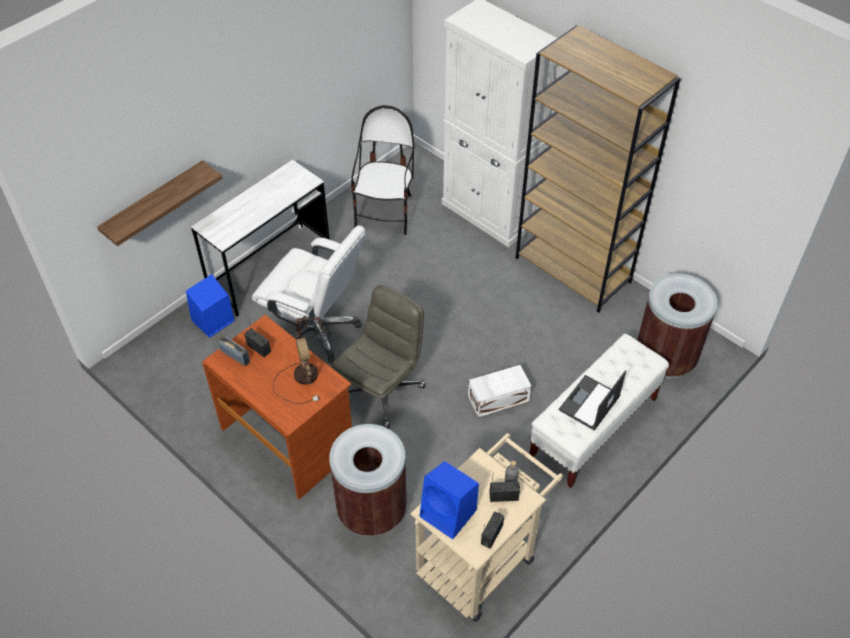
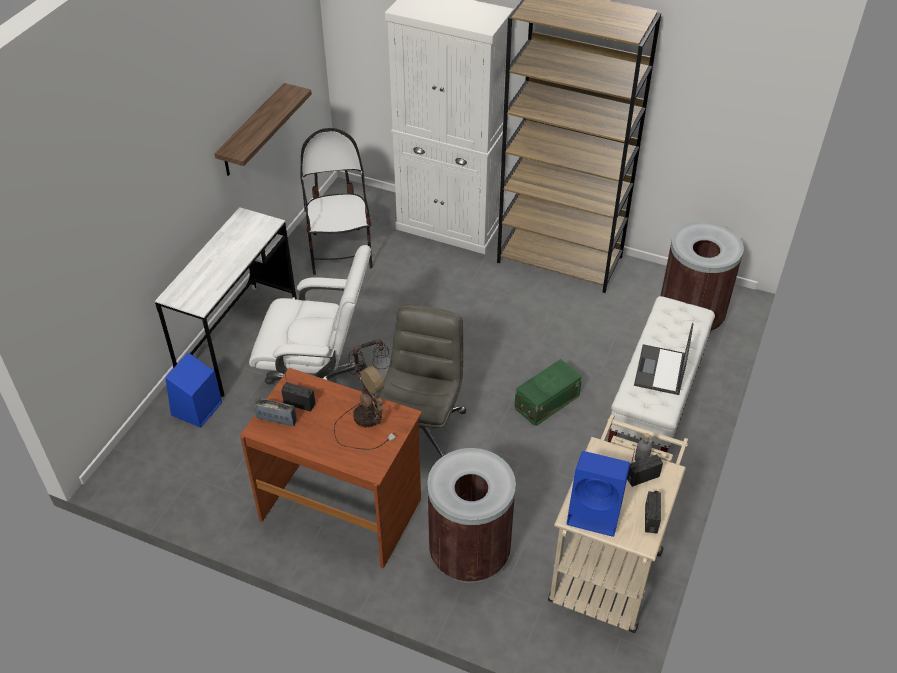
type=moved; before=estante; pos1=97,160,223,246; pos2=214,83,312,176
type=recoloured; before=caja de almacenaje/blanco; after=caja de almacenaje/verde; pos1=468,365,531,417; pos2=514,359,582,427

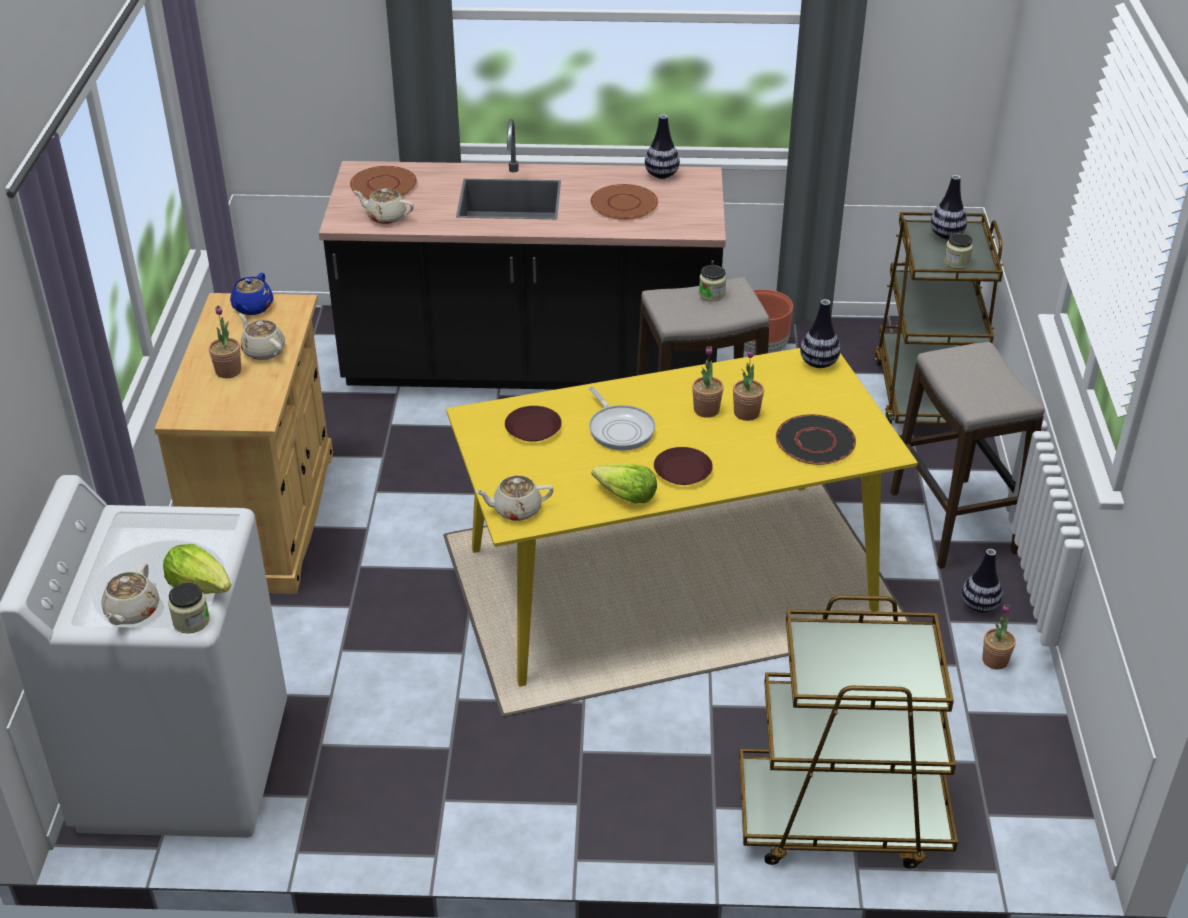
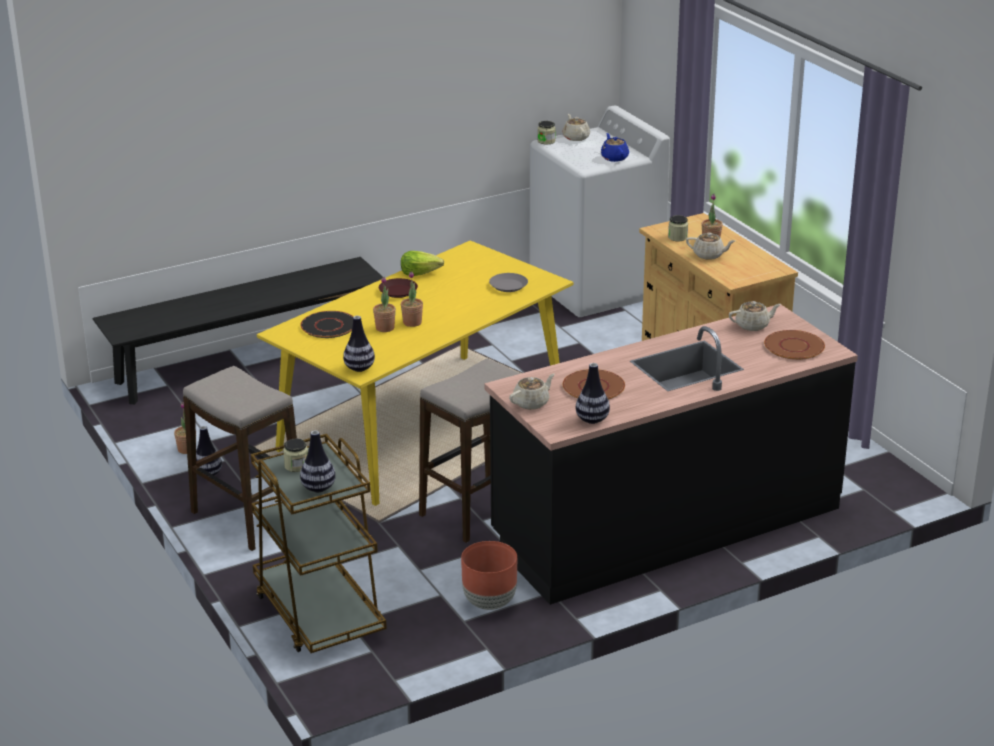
type=removed; before=lechuga; pos1=163,544,231,594
type=moved; before=tetera/azul; pos1=230,273,274,315; pos2=601,133,629,162
type=moved; before=tetera/beis; pos1=475,476,554,521; pos2=509,373,555,410
type=recoloured; before=plato/marrón; after=plato/gris; pos1=505,406,562,442; pos2=489,273,528,292
type=removed; before=sartén; pos1=589,386,655,450
type=moved; before=tarro; pos1=699,265,726,301; pos2=668,215,688,241
type=replaced; before=carrito/marrón; after=banco/negro; pos1=739,595,958,869; pos2=93,257,383,405

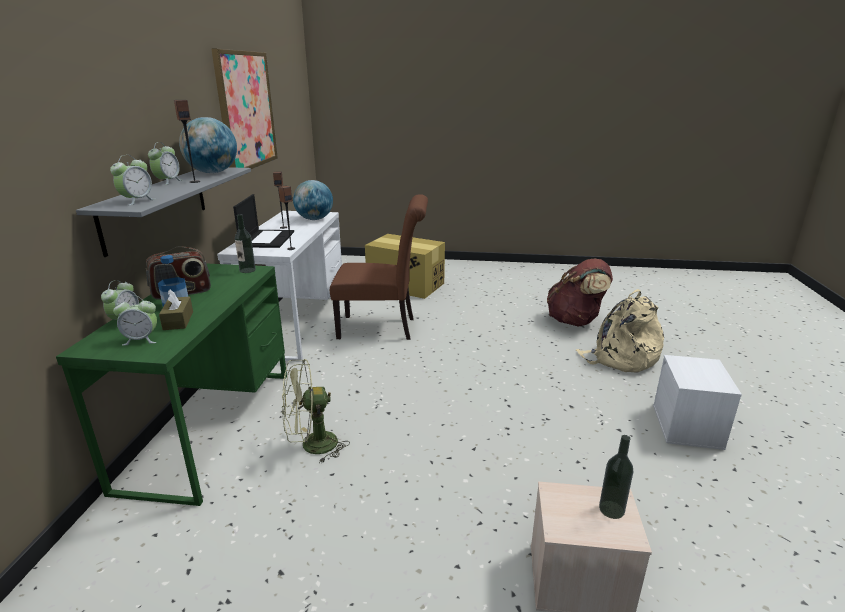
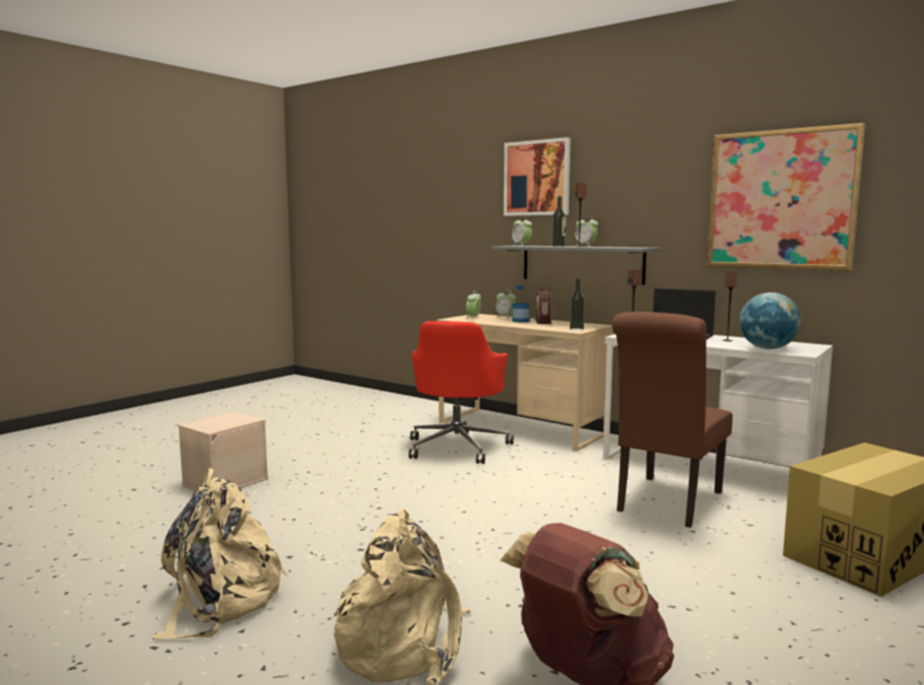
type=recoloured; before=escritorio/verde; after=escritorio/beis; pos1=56,263,287,506; pos2=437,314,614,452
type=removed; before=caja de pañuelos/marrón; pos1=159,289,193,330
type=removed; before=globo terráqueo; pos1=179,117,237,173
type=replaced; before=ventilador/verde; after=silla de oficina/rojo; pos1=282,359,350,464; pos2=409,321,514,464
type=moved; before=botella; pos1=599,435,633,519; pos2=552,196,566,247
type=replaced; before=caja de almacenaje/blanco; after=mochila/beis; pos1=653,355,742,450; pos2=152,468,288,640
type=added; after=cuadro; pos2=504,137,571,216

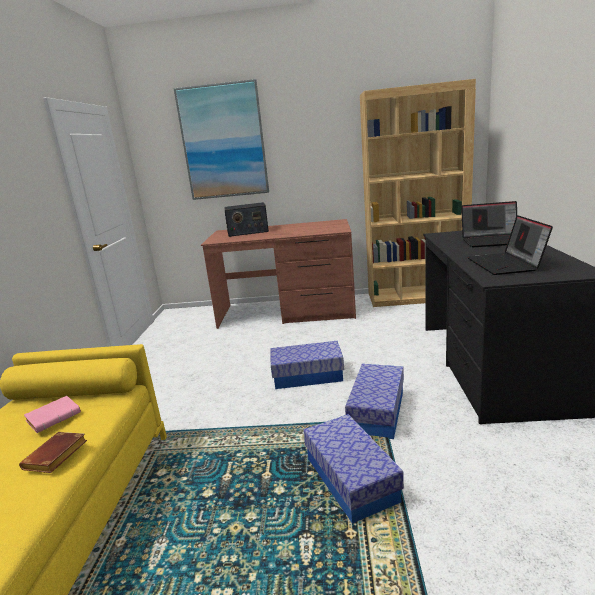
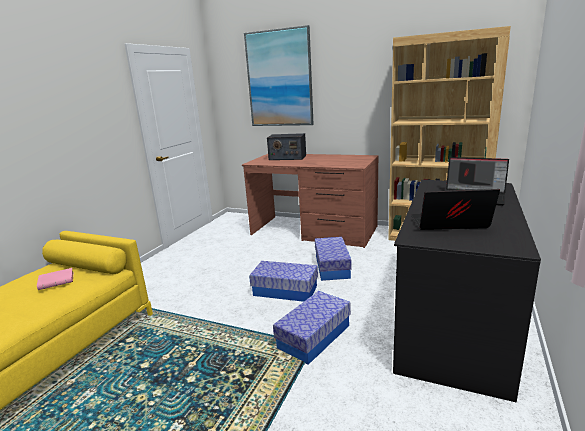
type=removed; before=libro/marrón; pos1=19,432,87,473
type=moved; before=caja de almacenaje; pos1=303,414,404,523; pos2=315,237,352,281
type=turned; before=portátil; pos1=467,215,553,275; pos2=411,189,500,230; turn=75

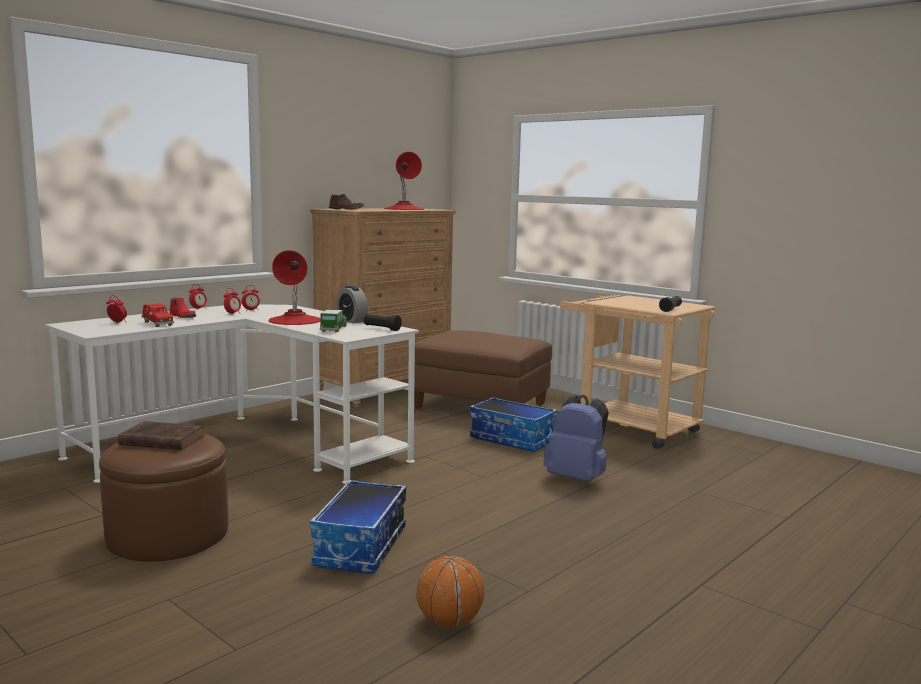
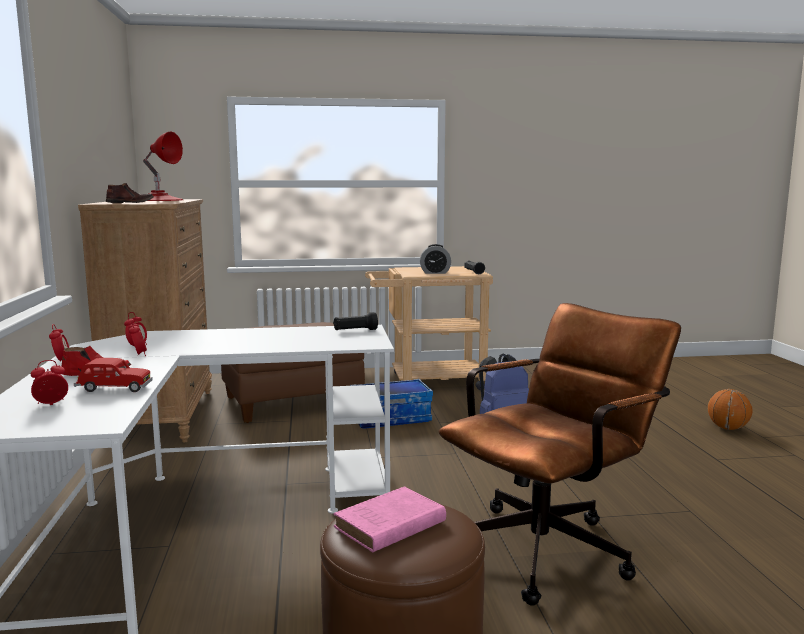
type=recoloured; before=libro/marrón; after=libro/rosa; pos1=118,421,205,450; pos2=334,486,446,552
type=removed; before=lámpara de mesa/rojo; pos1=268,250,321,325
type=replaced; before=caja de almacenaje; after=silla de oficina/marrón; pos1=310,480,406,574; pos2=439,303,681,606
type=removed; before=coche de juguete; pos1=320,310,348,332
type=moved; before=despertador; pos1=336,286,368,323; pos2=420,244,451,274
type=moved; before=balón de baloncesto; pos1=416,556,484,628; pos2=708,389,752,430

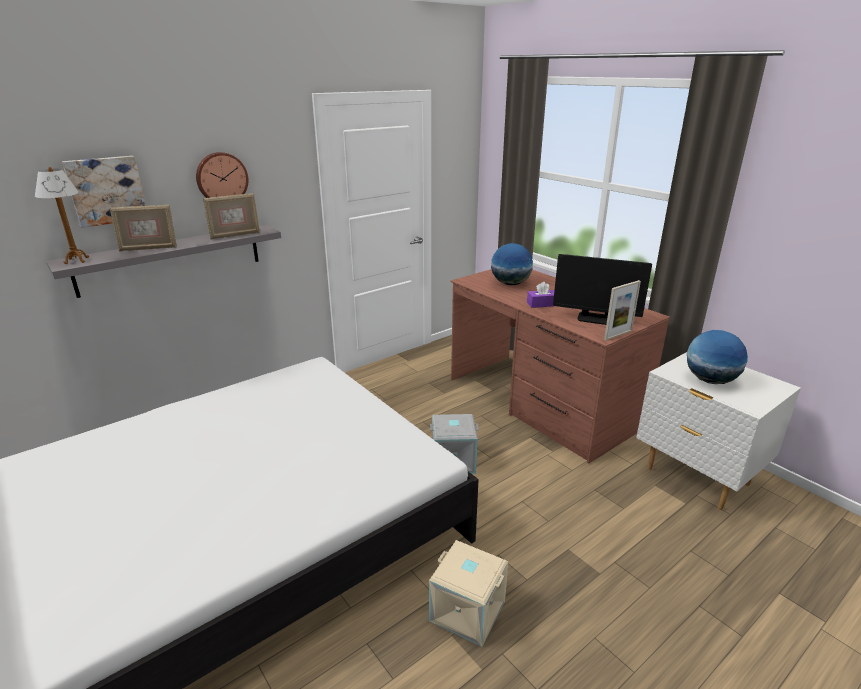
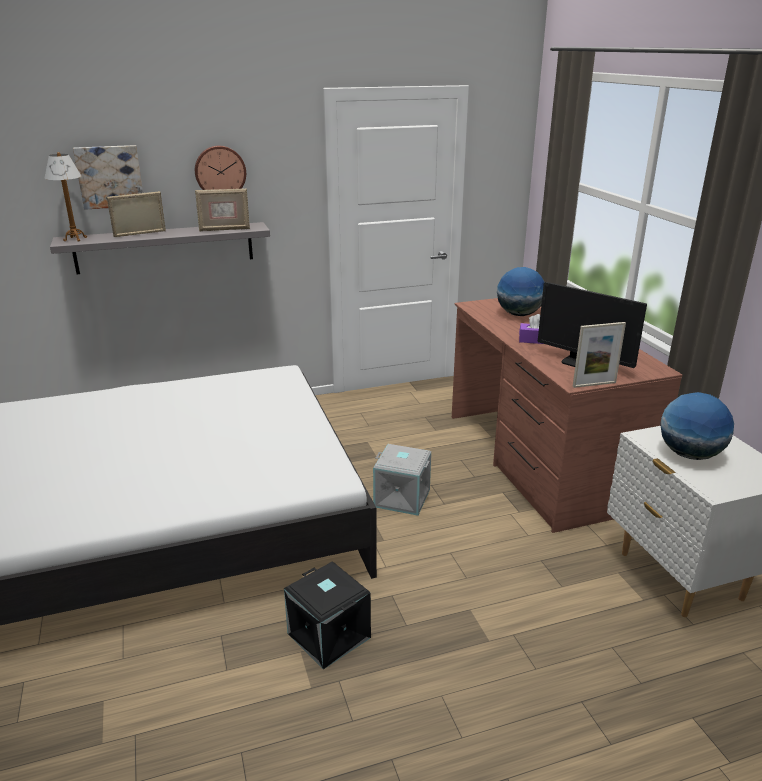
type=turned; before=portarretratos; pos1=110,205,177,252; pos2=107,191,166,237; turn=150
type=recoloured; before=caja de almacenaje/beis; after=caja de almacenaje/negro; pos1=429,540,508,647; pos2=284,561,371,669

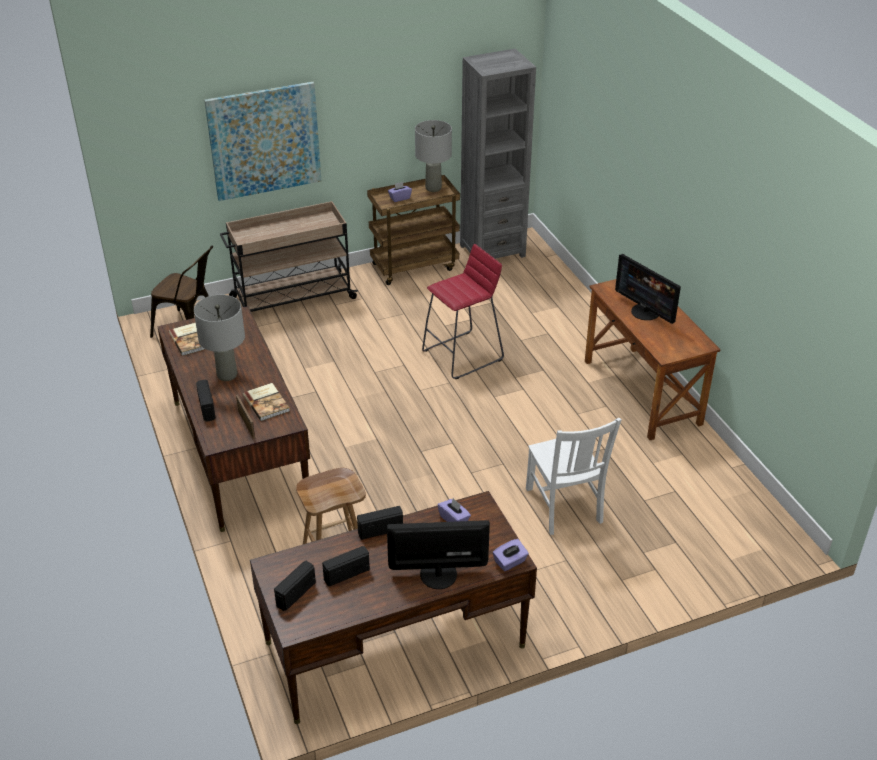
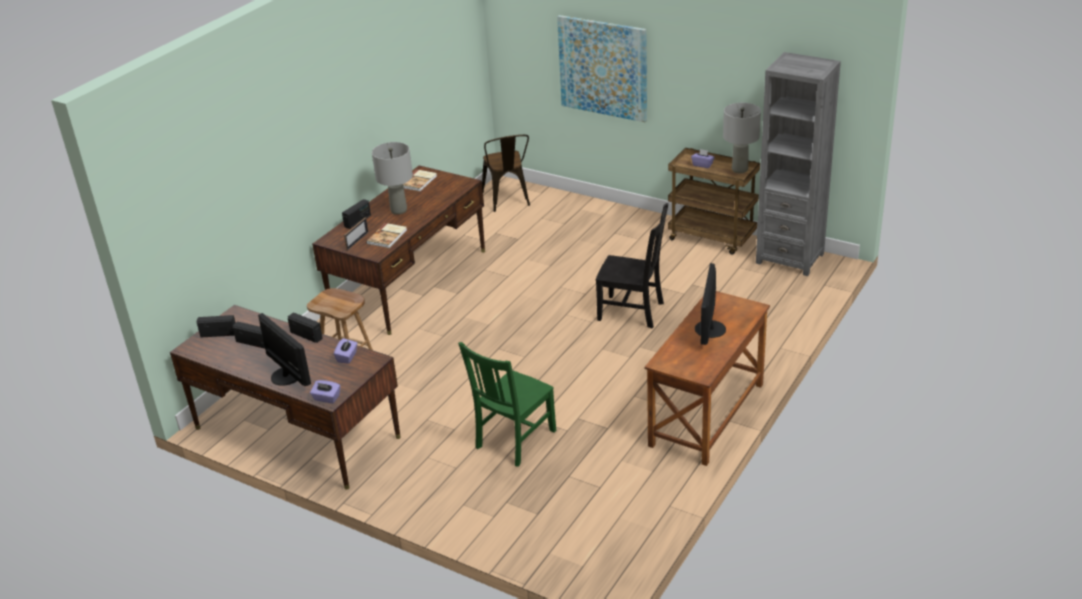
type=removed; before=carrito/beis; pos1=220,201,358,312
type=replaced; before=taburete/rojo; after=silla/negro; pos1=422,244,504,379; pos2=596,203,668,328
type=recoloured; before=silla/blanco; after=silla/verde; pos1=526,418,622,535; pos2=458,342,556,467

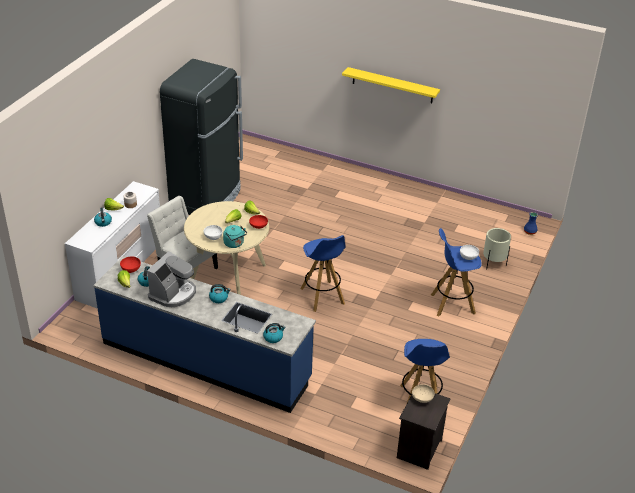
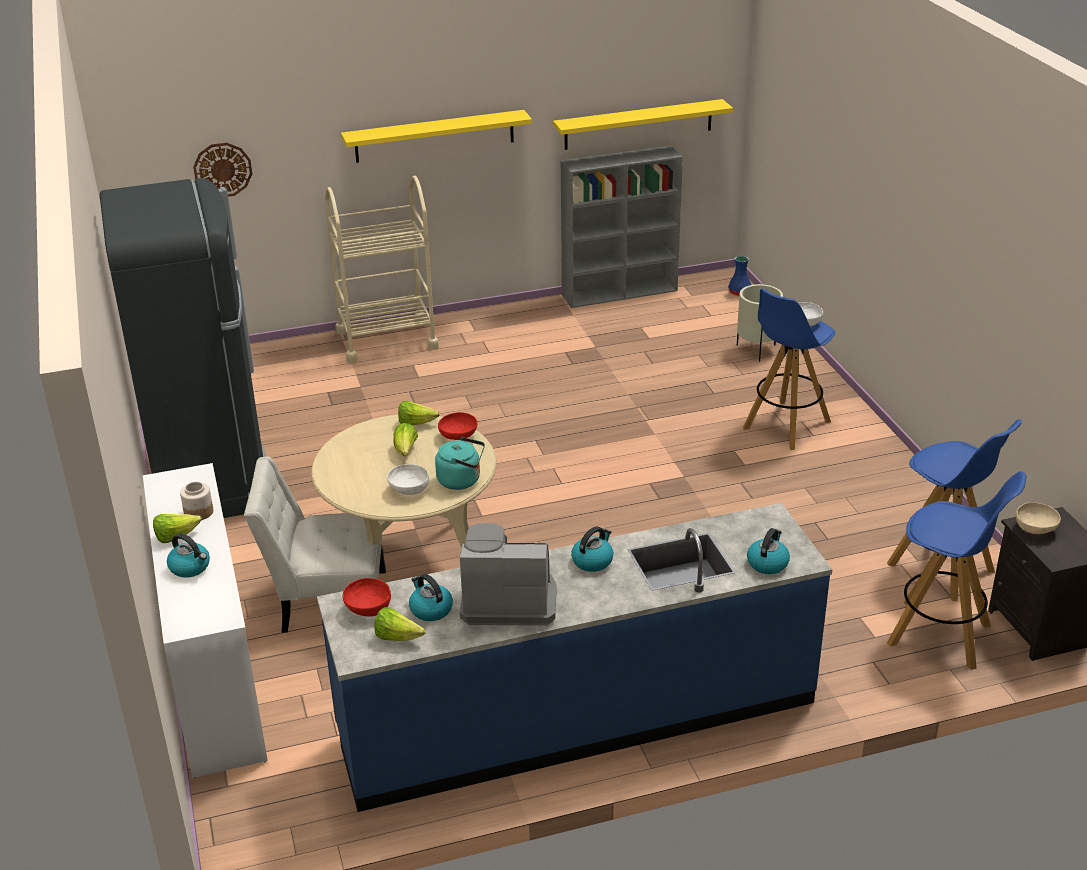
type=turned; before=cafetera; pos1=147,251,196,307; pos2=460,523,557,626; turn=-75
type=moved; before=taburete/azul; pos1=300,235,346,312; pos2=887,471,1026,670
type=added; after=reloj de pared; pos2=193,143,252,197
type=added; after=carrito/beis; pos2=325,176,439,363
type=added; after=estante/amarillo; pos2=553,99,733,150
type=added; after=estantería/gris; pos2=561,146,683,308

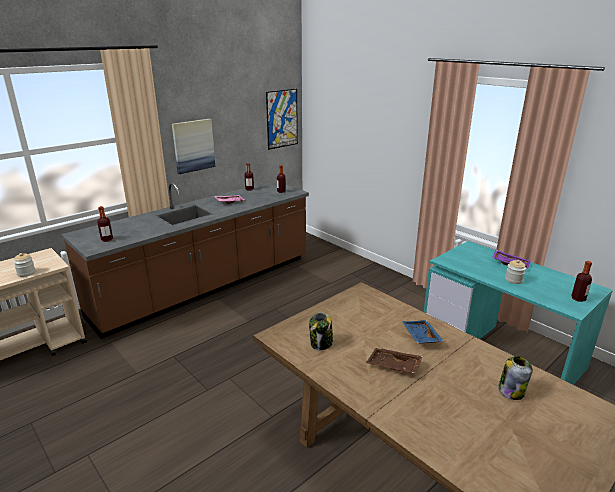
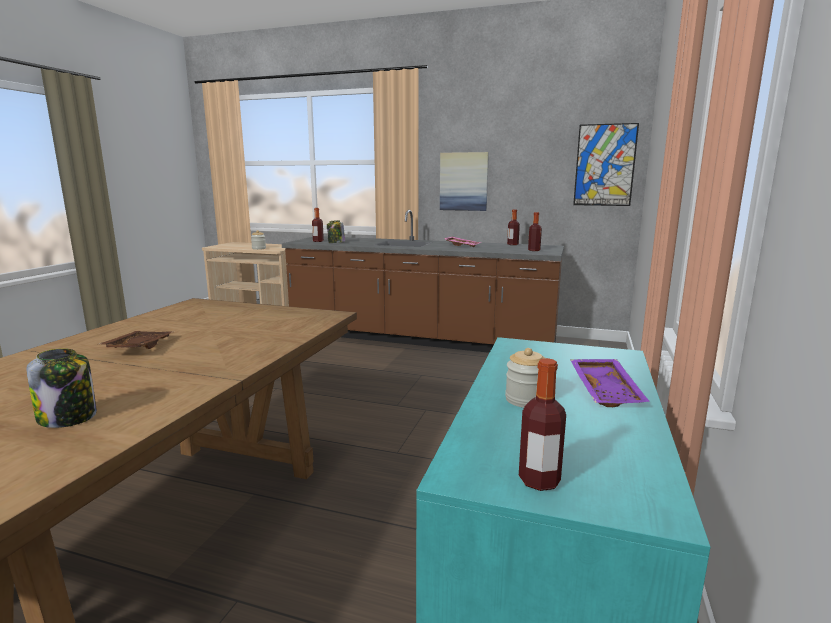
type=moved; before=tarro; pos1=309,313,333,350; pos2=327,220,345,243
type=removed; before=bandeja/azul; pos1=402,320,444,344

